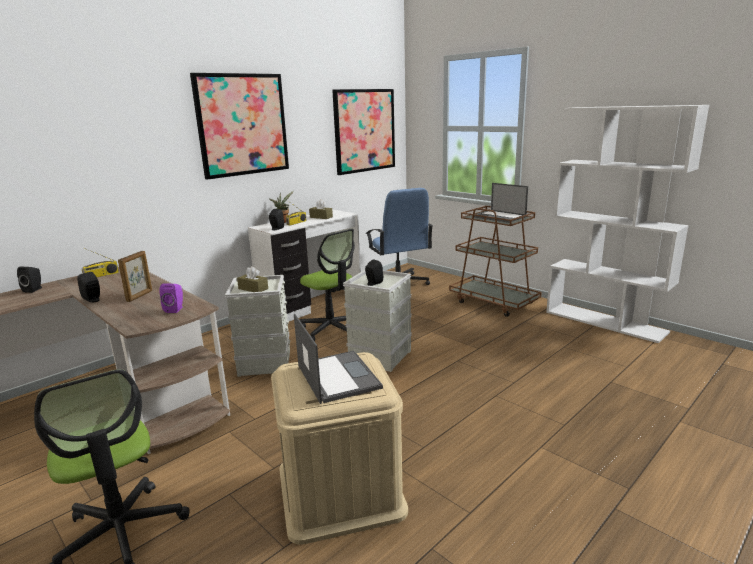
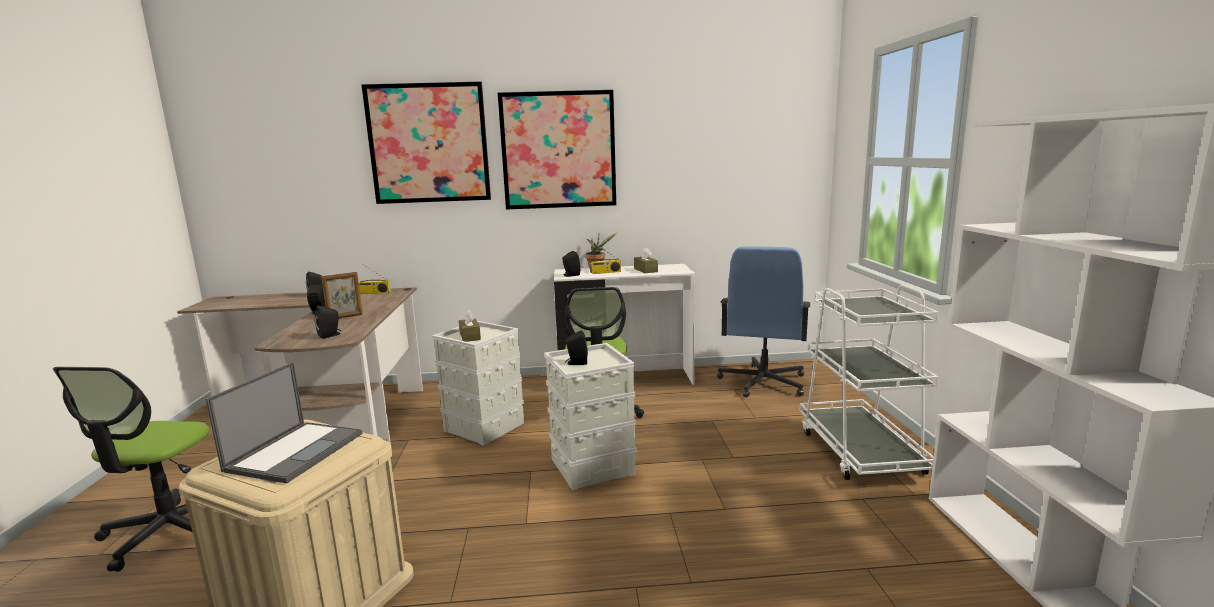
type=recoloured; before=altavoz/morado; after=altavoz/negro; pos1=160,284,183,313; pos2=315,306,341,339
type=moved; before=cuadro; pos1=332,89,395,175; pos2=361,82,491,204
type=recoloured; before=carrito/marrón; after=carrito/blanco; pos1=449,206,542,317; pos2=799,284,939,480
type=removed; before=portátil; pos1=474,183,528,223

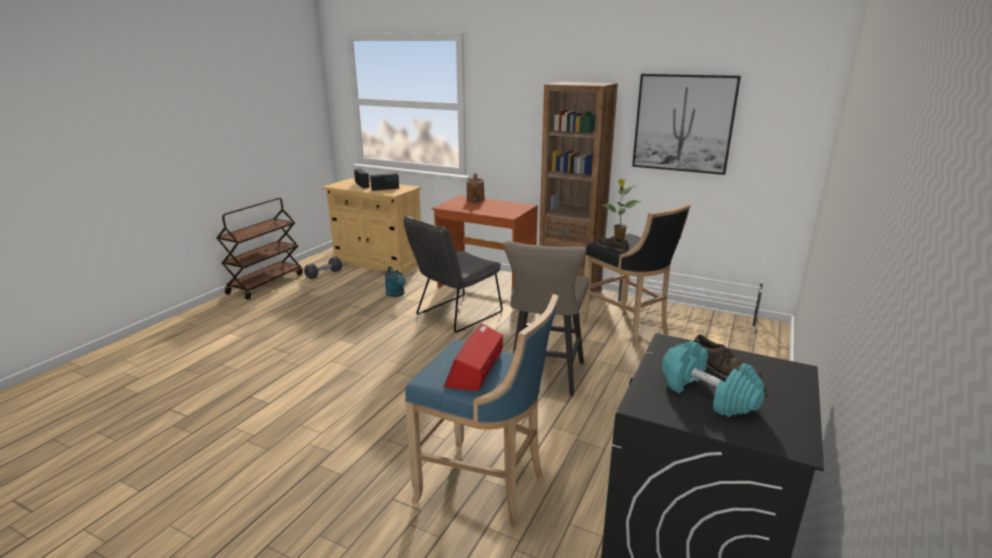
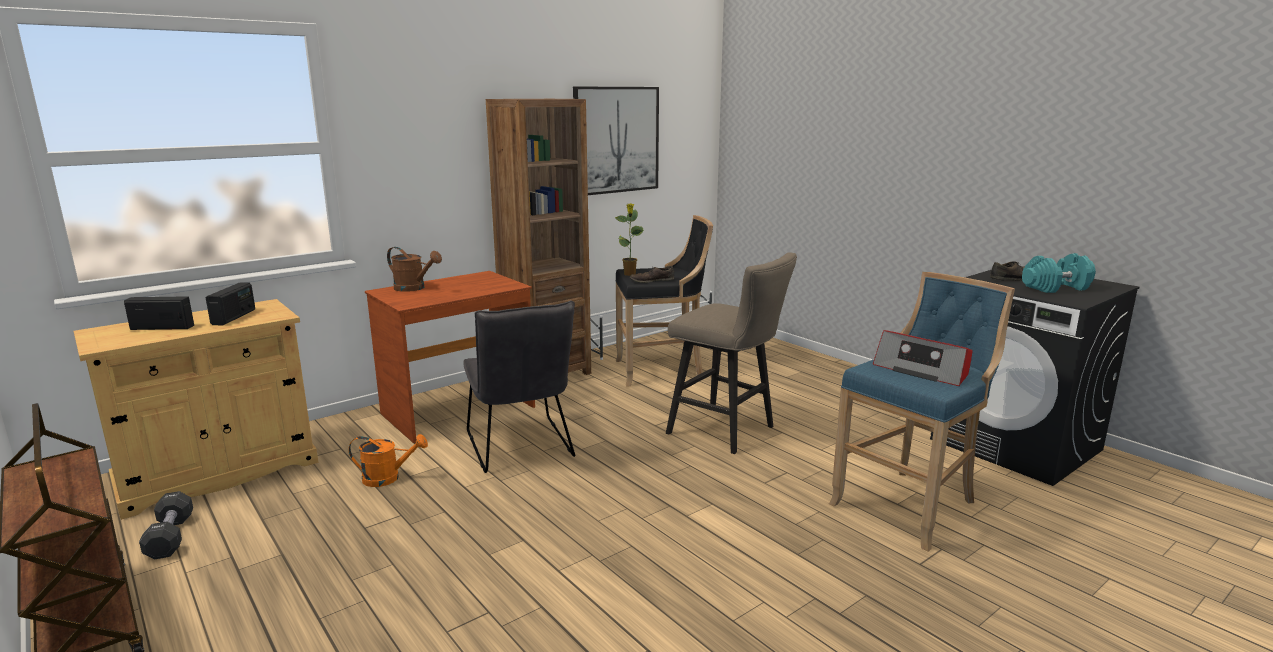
type=recoloured; before=regadera/turquesa; after=regadera/naranja; pos1=385,266,406,297; pos2=349,434,428,487

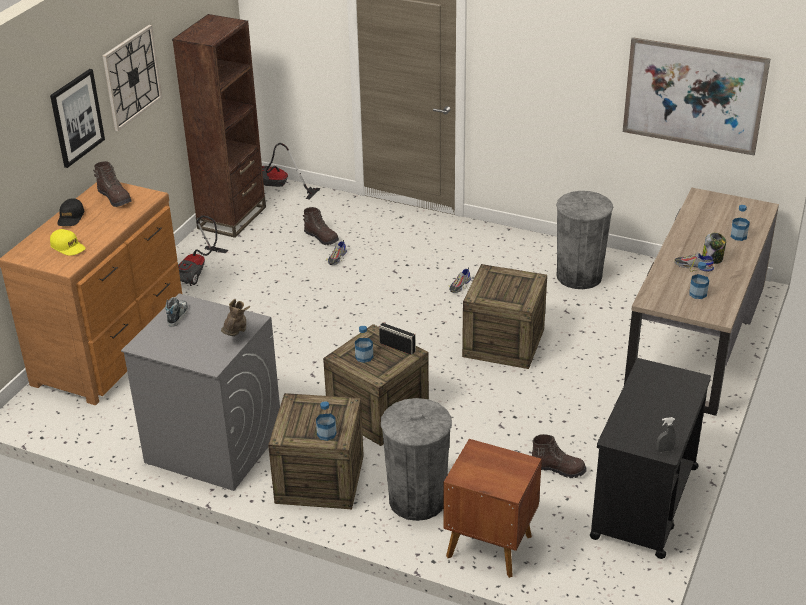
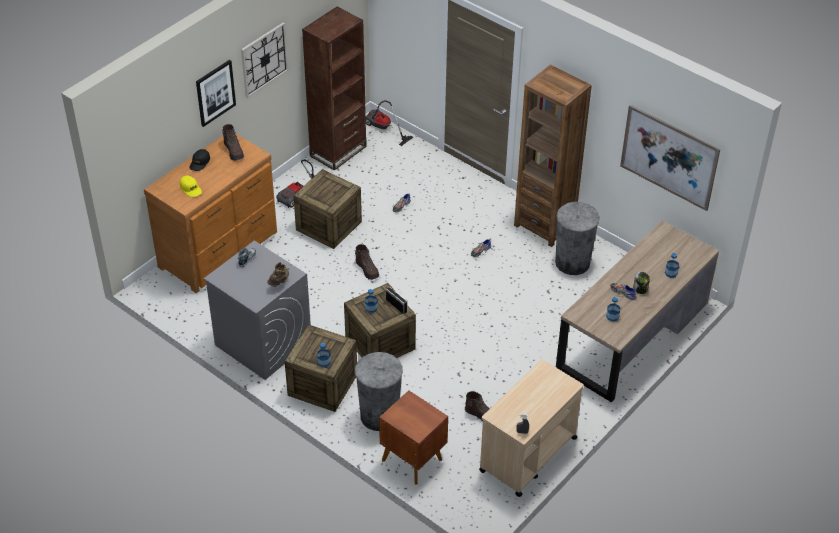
type=moved; before=bota/marrón; pos1=303,207,339,245; pos2=355,244,379,280
type=moved; before=caja de embalaje; pos1=462,264,547,369; pos2=293,169,362,249
type=recoloured; before=carrito/negro; after=carrito/beis; pos1=589,358,711,559; pos2=479,359,584,497
type=added; after=estantería/marrón; pos2=514,65,592,247

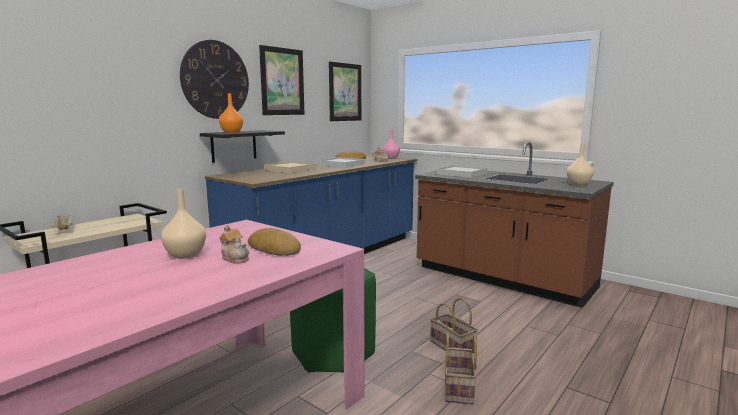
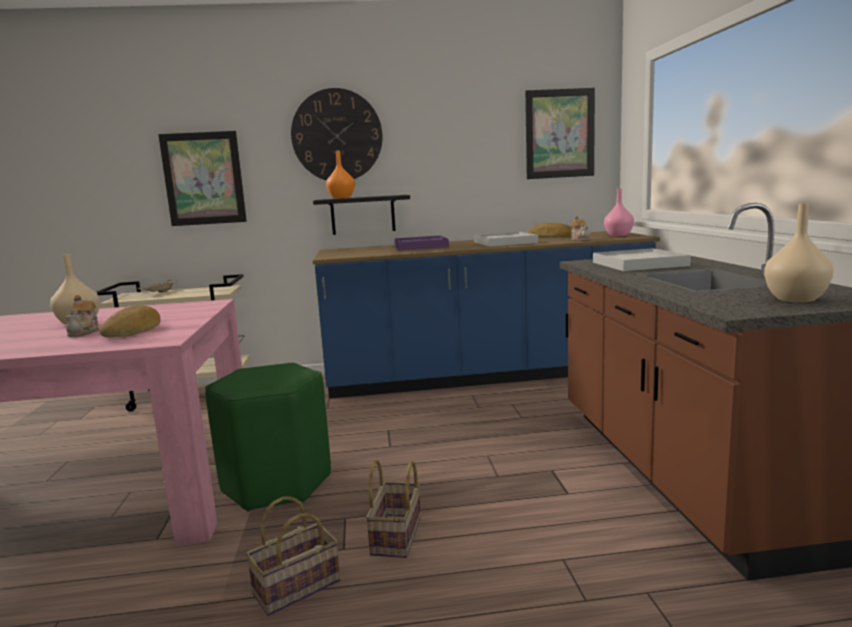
type=moved; before=cuadro; pos1=259,45,305,115; pos2=158,131,247,226
type=recoloured; before=bandeja/beis; after=bandeja/morado; pos1=264,161,317,173; pos2=394,235,449,251

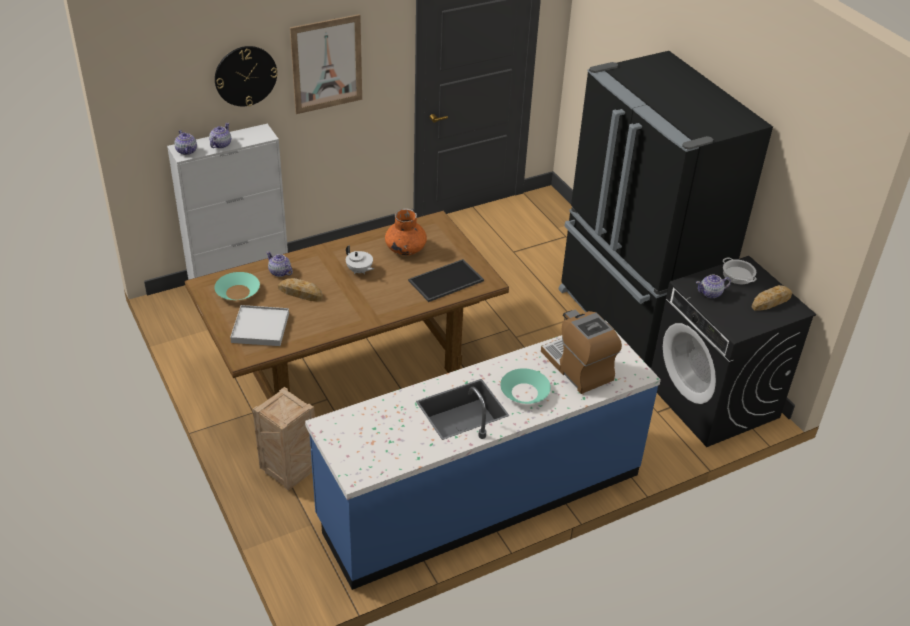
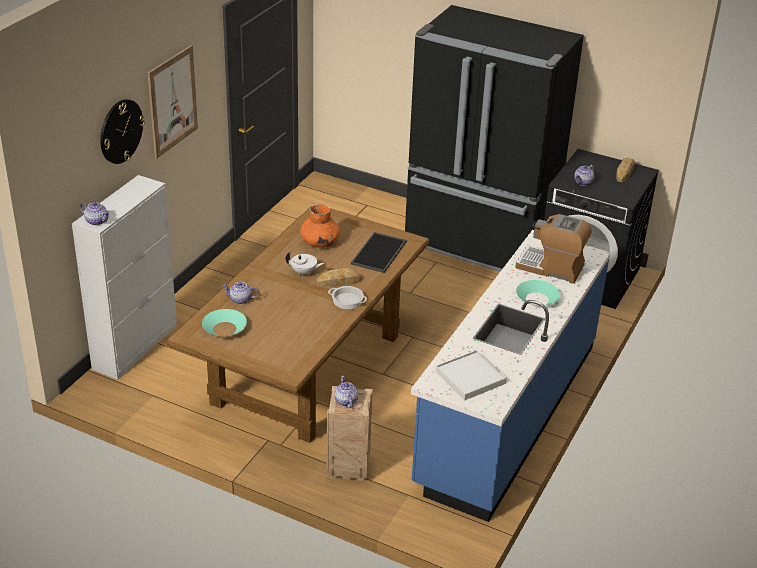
type=moved; before=tetera; pos1=209,123,231,148; pos2=334,376,358,408
type=moved; before=bandeja/blanco; pos1=230,305,289,346; pos2=436,350,507,400
type=moved; before=pan; pos1=278,278,323,301; pos2=316,268,361,287
type=moved; before=olla; pos1=722,258,756,284; pos2=328,286,367,309

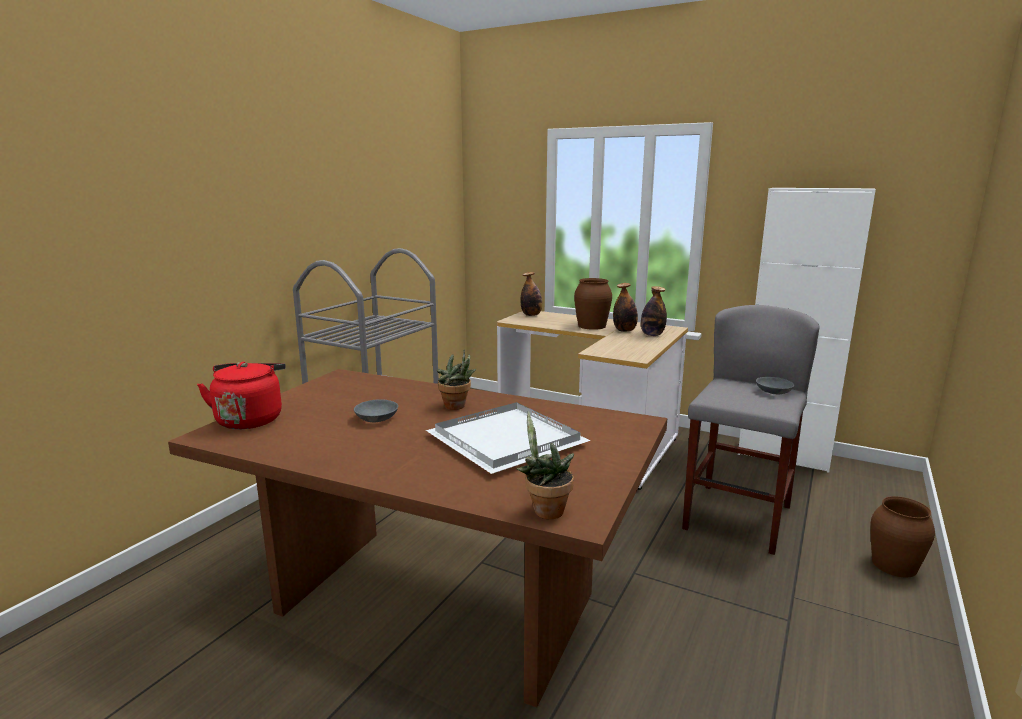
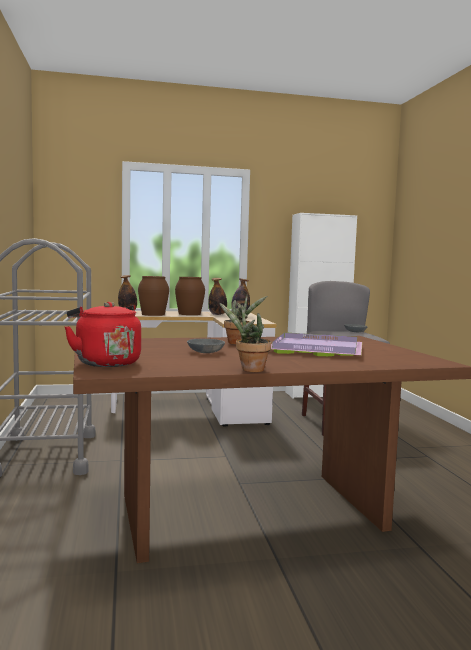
type=recoloured; before=bandeja/blanco; after=bandeja/morado; pos1=426,402,590,474; pos2=271,332,362,356
type=moved; before=planta en maceta; pos1=516,411,574,519; pos2=219,303,271,372
type=moved; before=florero/marrón; pos1=870,496,935,577; pos2=138,276,169,316

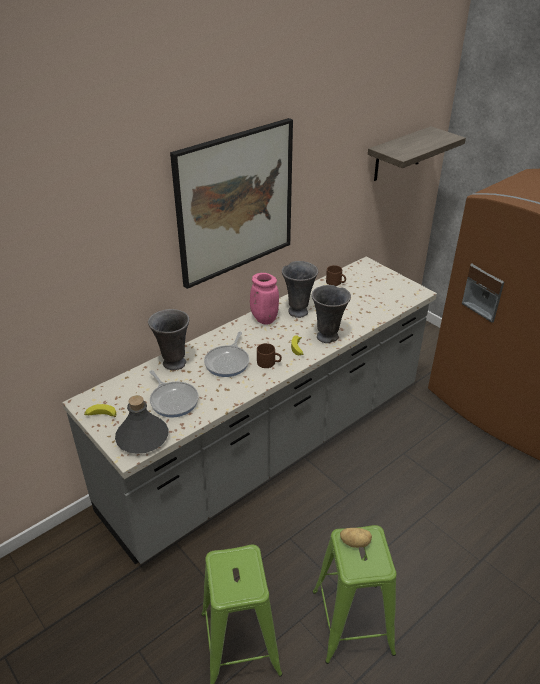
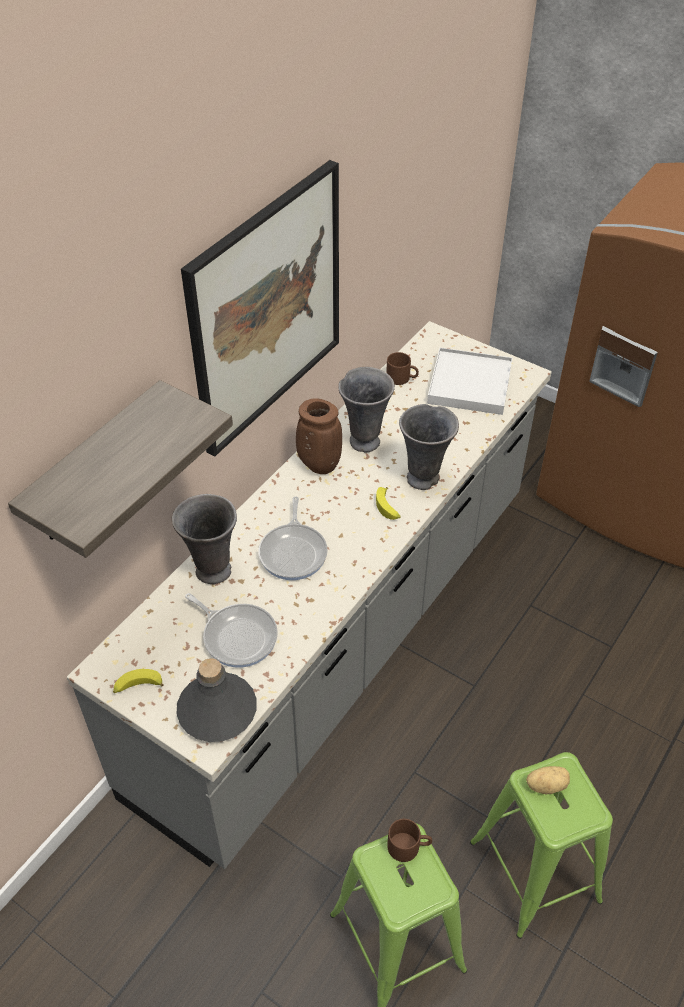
type=recoloured; before=florero/rosa; after=florero/marrón; pos1=250,273,279,325; pos2=296,398,342,474
type=moved; before=taza grande/marrón; pos1=257,343,282,368; pos2=387,819,432,862
type=moved; before=estante; pos1=368,126,466,181; pos2=8,380,233,558
type=added; after=bandeja/blanco; pos2=427,348,512,415

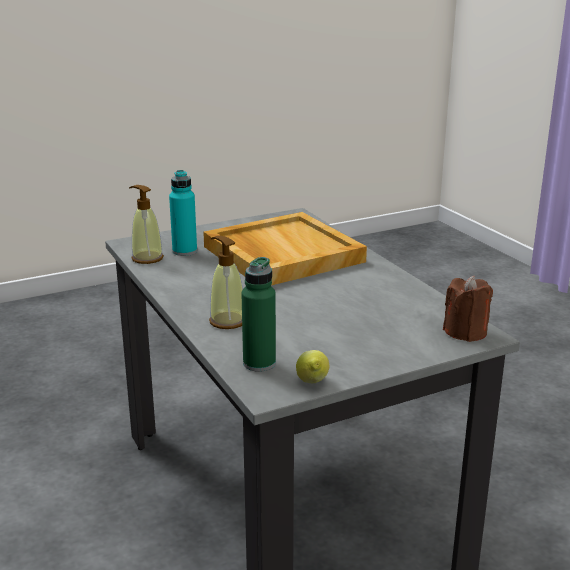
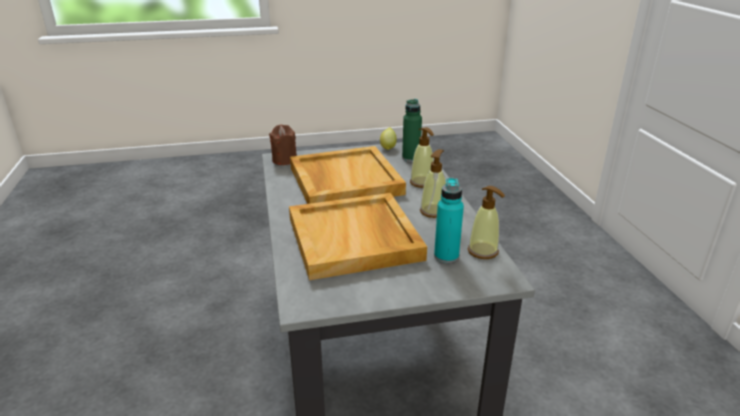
type=added; after=bandeja/beis; pos2=290,146,406,204
type=added; after=dispensador de jabón; pos2=420,149,446,218

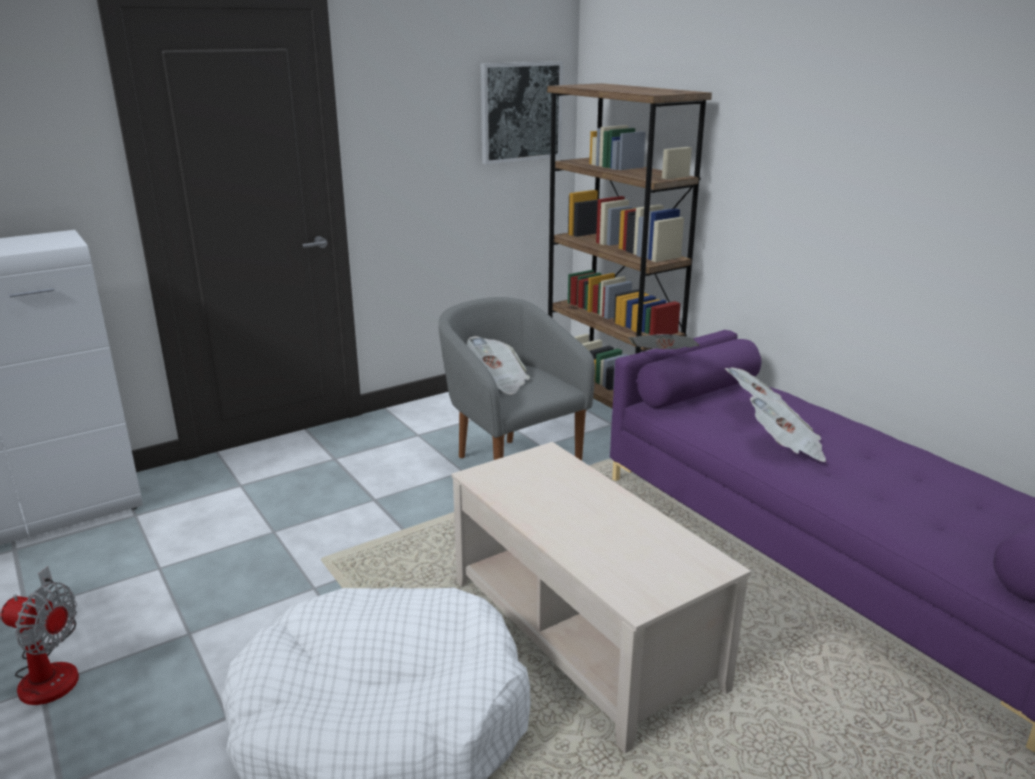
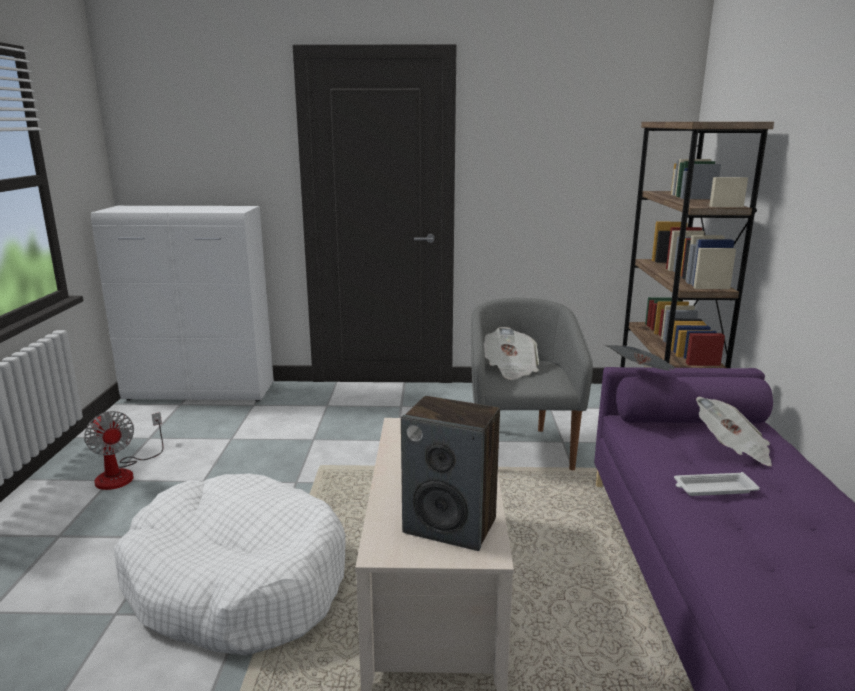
type=removed; before=cuadro; pos1=481,61,563,164
type=replaced; before=periódico; after=bandeja/blanco; pos1=750,396,827,462; pos2=674,472,760,496
type=added; after=altavoz; pos2=401,396,500,551

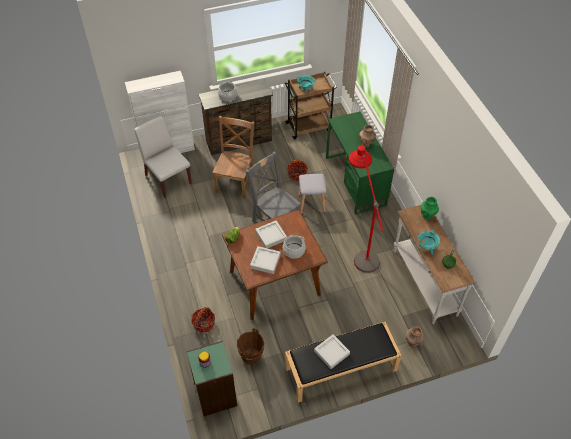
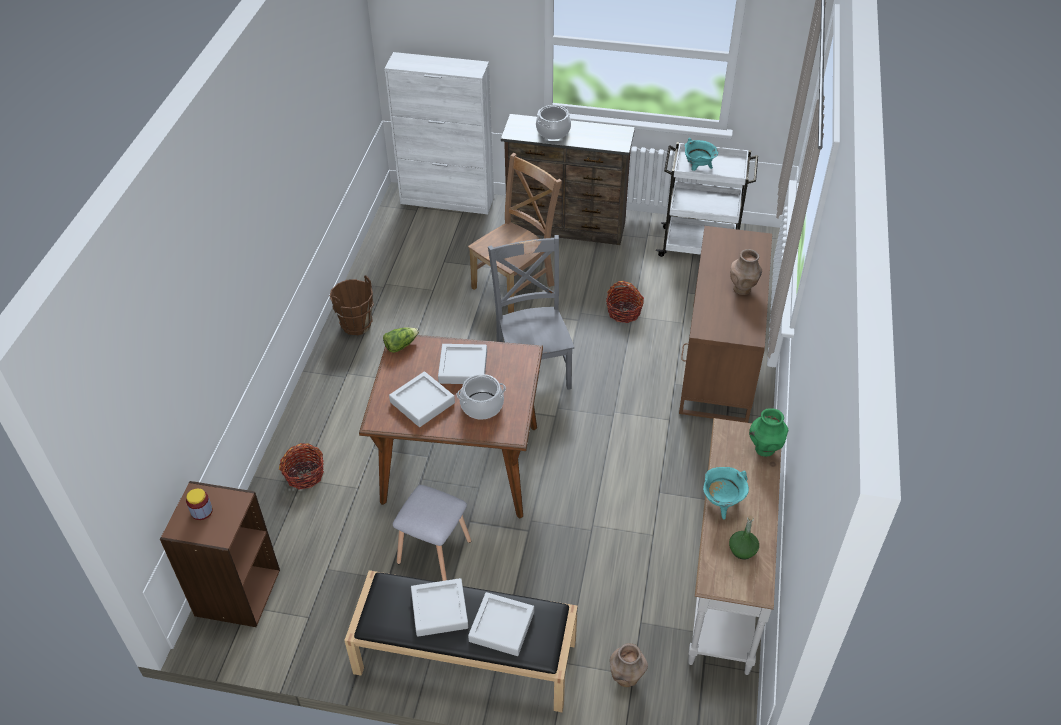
type=removed; before=silla/blanco; pos1=134,116,192,198
type=recoloured; before=estantería/verde; after=estantería/marrón; pos1=187,341,237,417; pos2=160,481,280,627
type=moved; before=cubo/marrón; pos1=237,328,264,365; pos2=330,276,374,336
type=recoloured; before=carrito/marrón; after=carrito/blanco; pos1=284,72,337,139; pos2=656,142,758,257
type=moved; before=taburete/gris; pos1=298,174,327,214; pos2=393,485,471,581
type=recoloured; before=escritorio/verde; after=escritorio/marrón; pos1=326,112,394,214; pos2=679,226,772,423
type=removed; before=lámpara de pie/rojo; pos1=349,145,384,273
type=added; after=bandeja/gris; pos2=468,592,534,656

